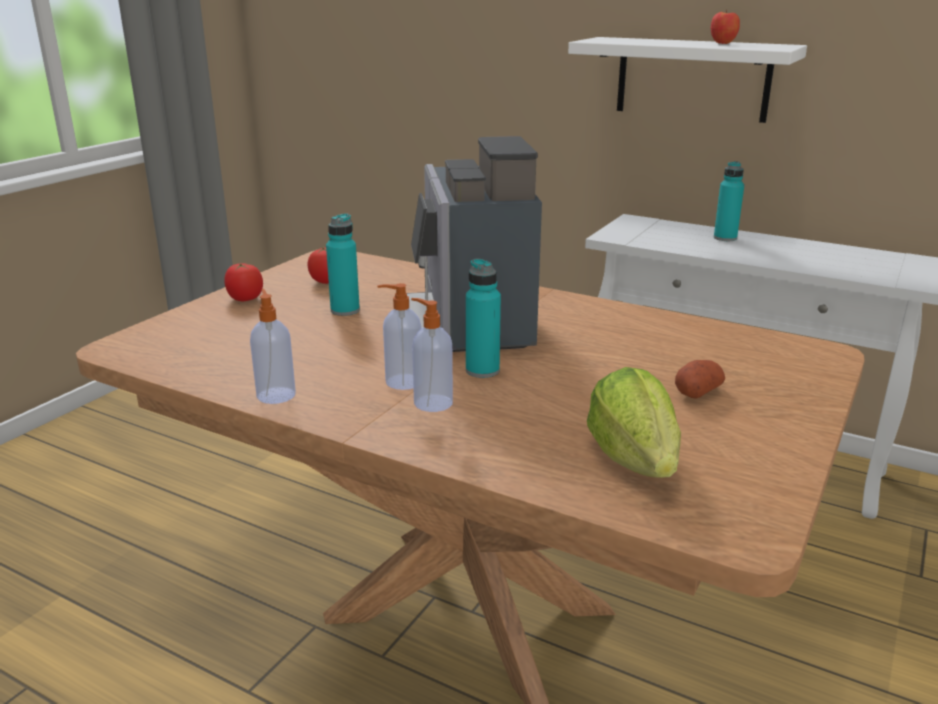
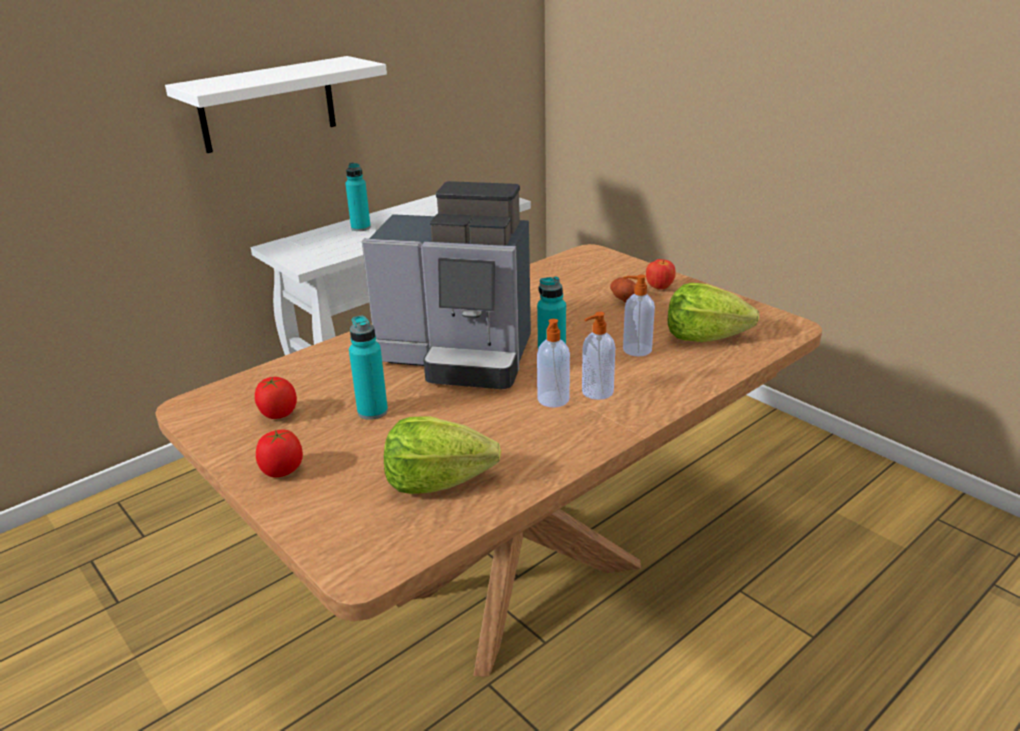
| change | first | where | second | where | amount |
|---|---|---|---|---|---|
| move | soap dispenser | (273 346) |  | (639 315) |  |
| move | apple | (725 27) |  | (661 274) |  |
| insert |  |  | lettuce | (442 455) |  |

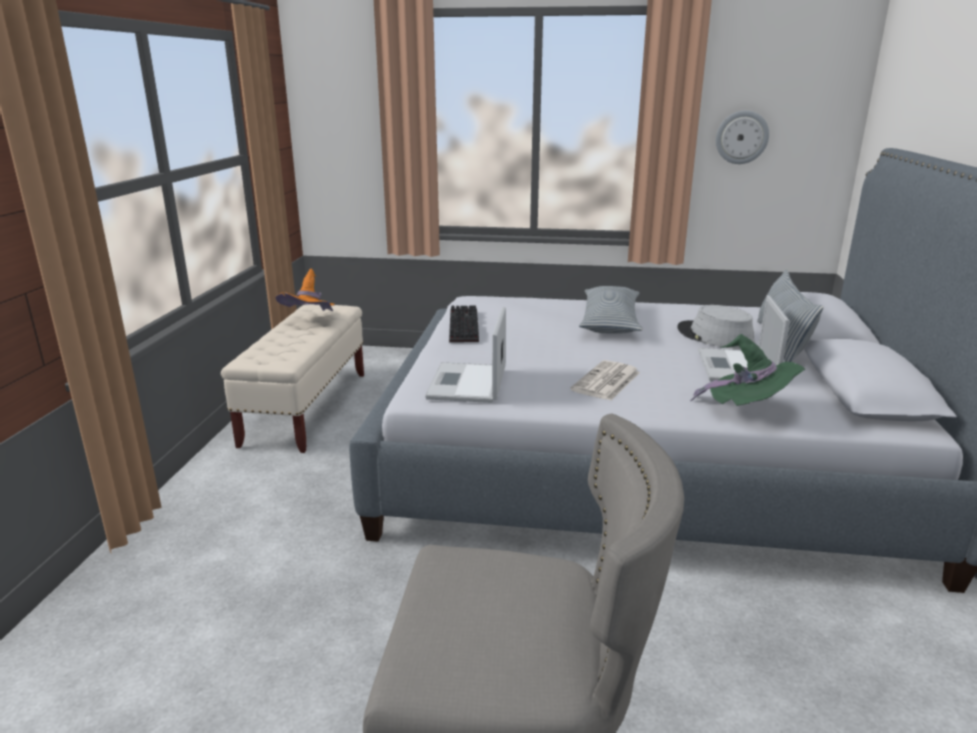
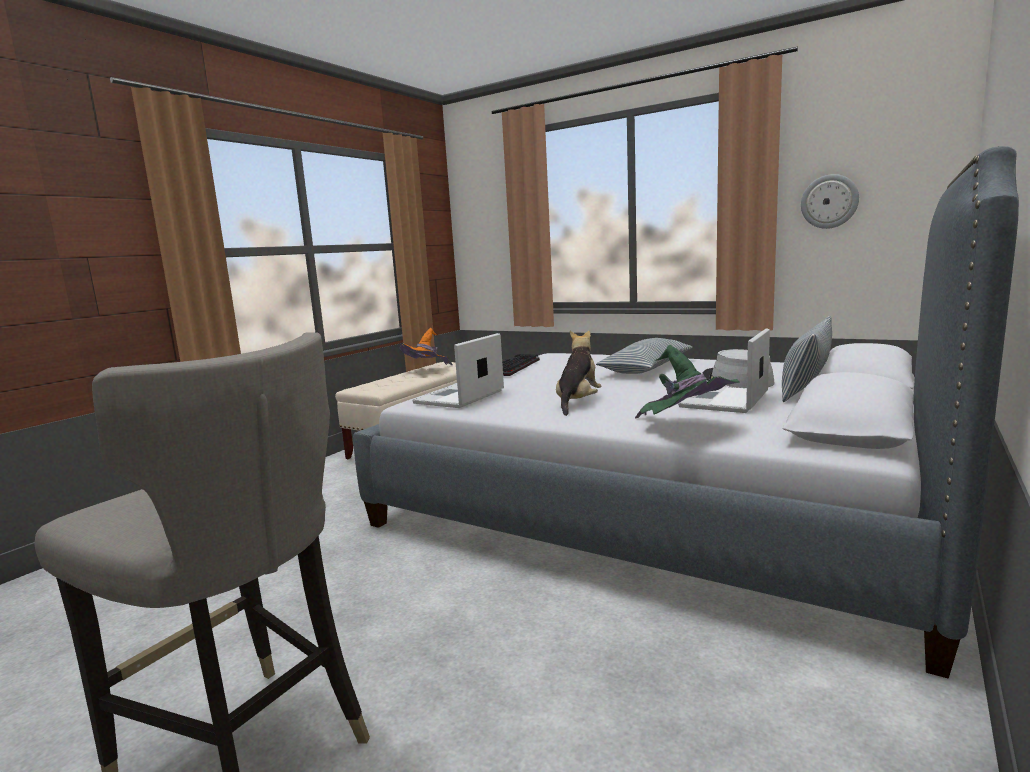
| change | first | where | second | where | amount |
|---|---|---|---|---|---|
| replace | newspaper | (605 380) | plush toy | (578 373) |  |

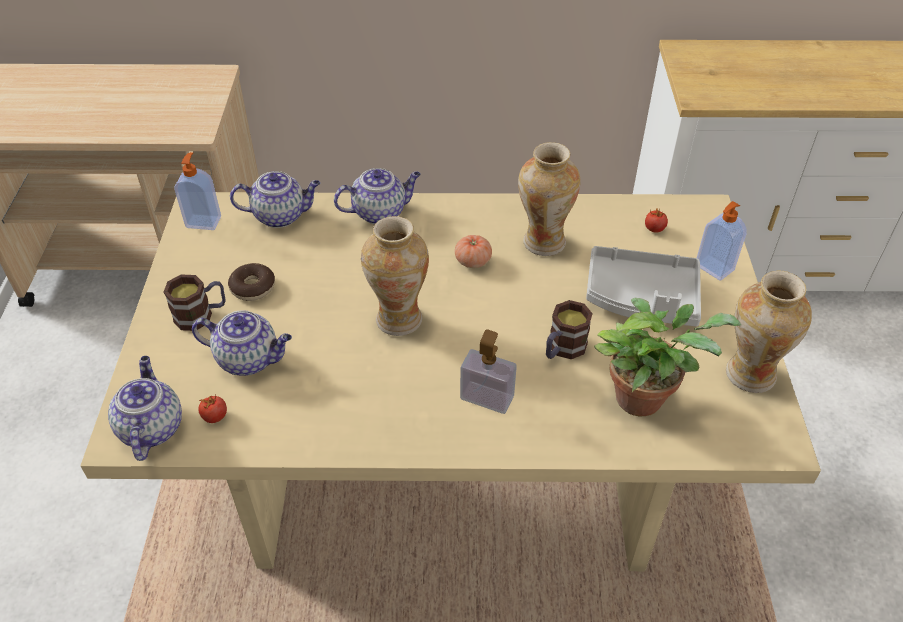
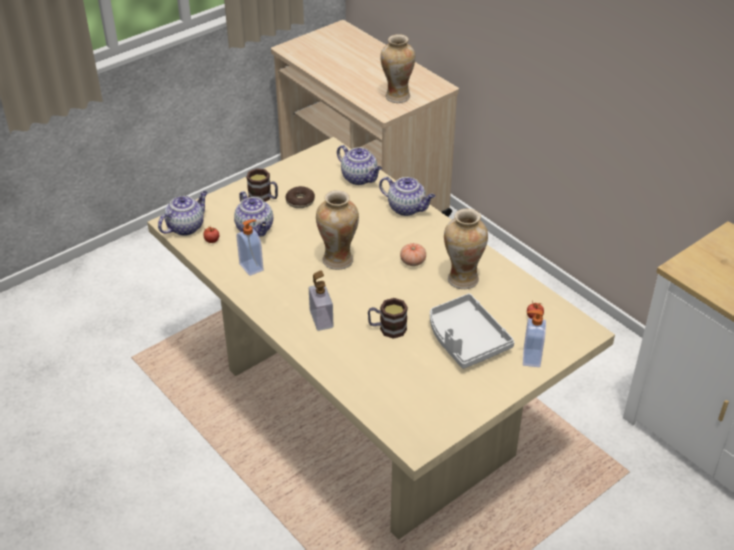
| change | first | where | second | where | amount |
|---|---|---|---|---|---|
| move | soap dispenser | (198 191) |  | (250 247) |  |
| delete | potted plant | (668 357) |  |  |  |
| move | vase | (769 331) |  | (397 68) |  |

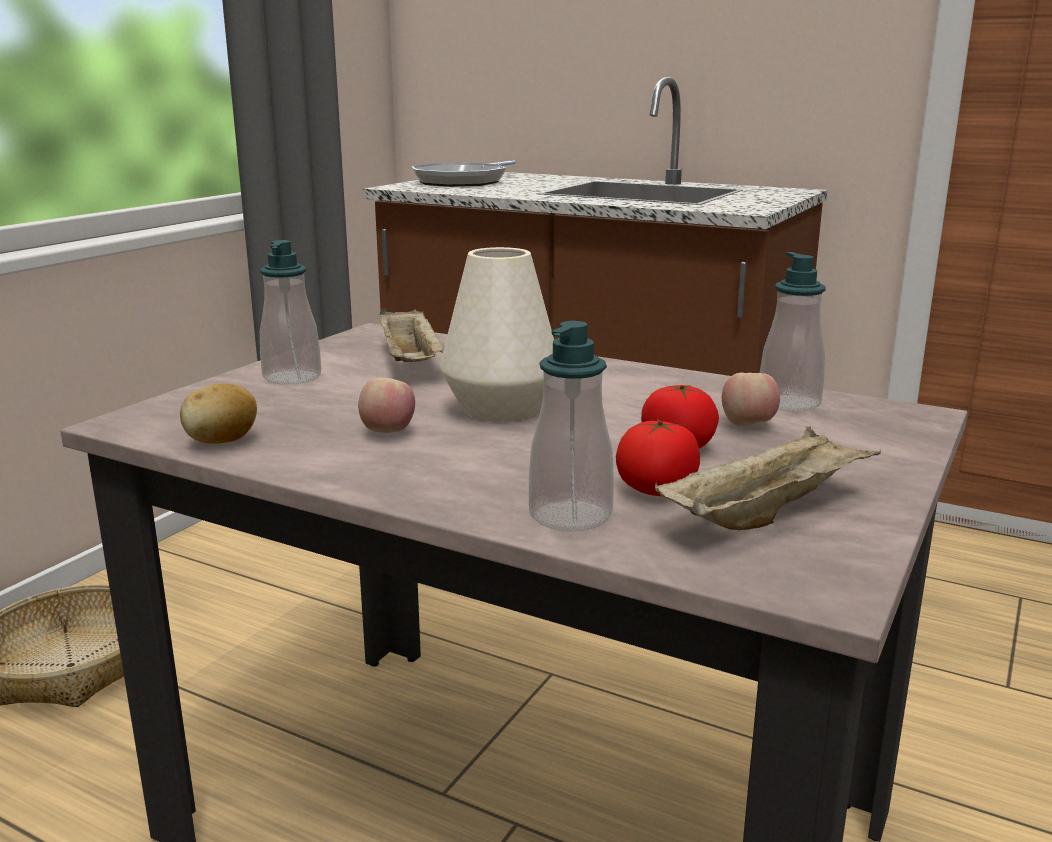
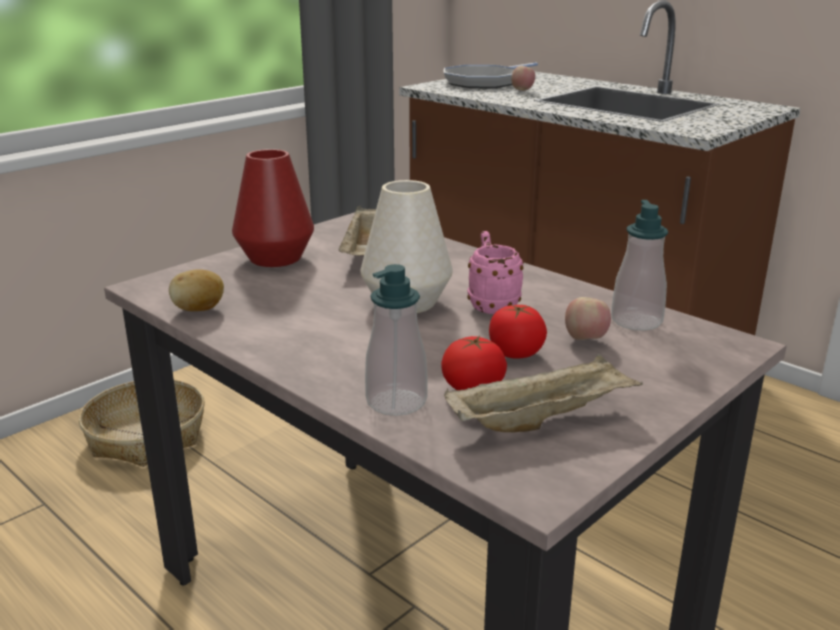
| change | first | where | second | where | amount |
|---|---|---|---|---|---|
| replace | soap dispenser | (290 312) | red vase | (273 208) |  |
| move | apple | (386 405) |  | (523 78) |  |
| insert |  |  | pink mug | (495 272) |  |

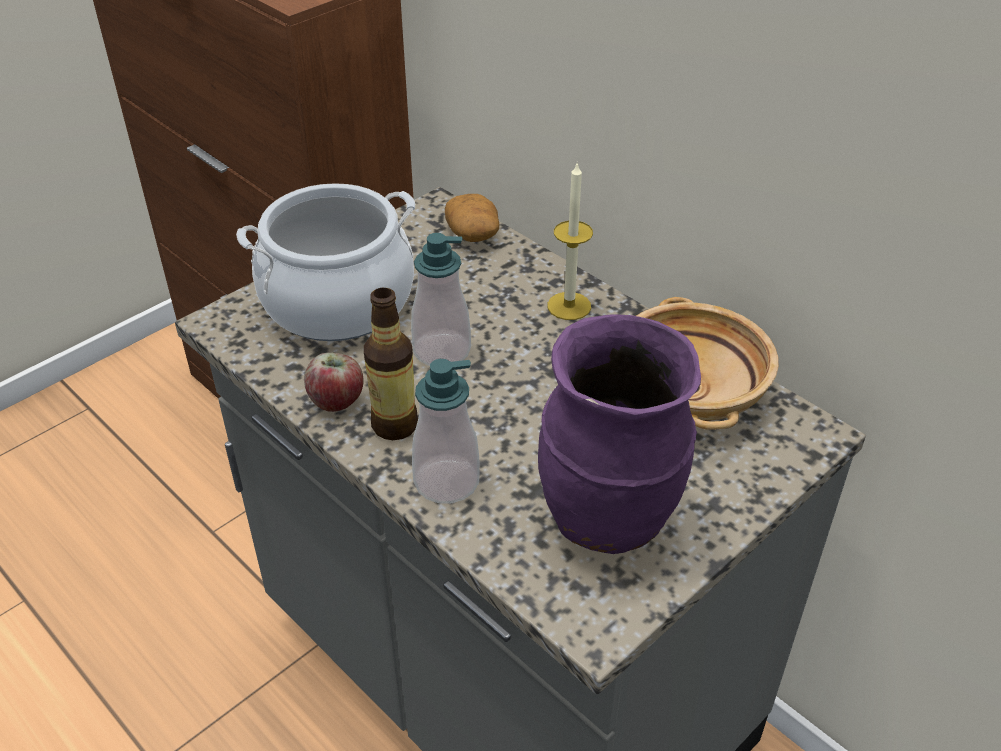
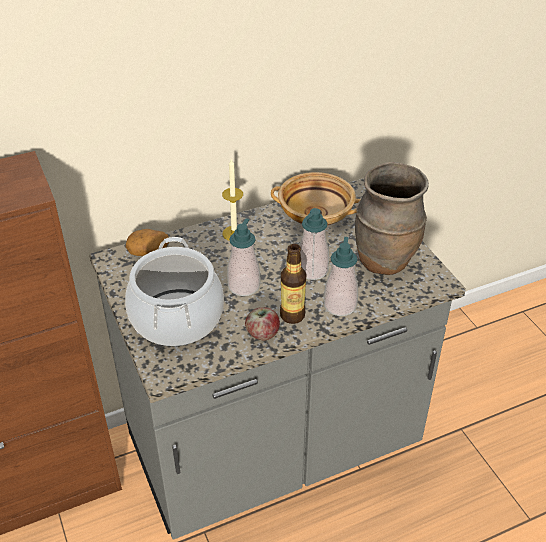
| change | first | where | second | where | amount |
|---|---|---|---|---|---|
| recolor | purple vase | (619 434) | brown vase | (392 218) |  |
| insert |  |  | soap dispenser | (314 244) |  |

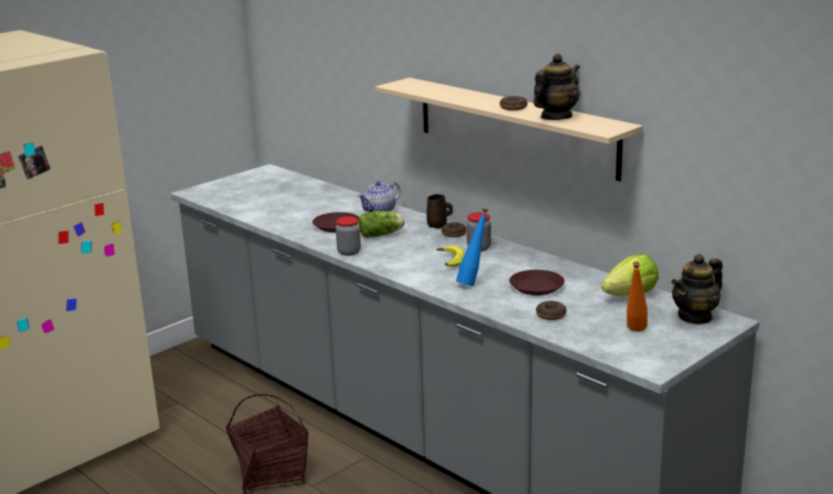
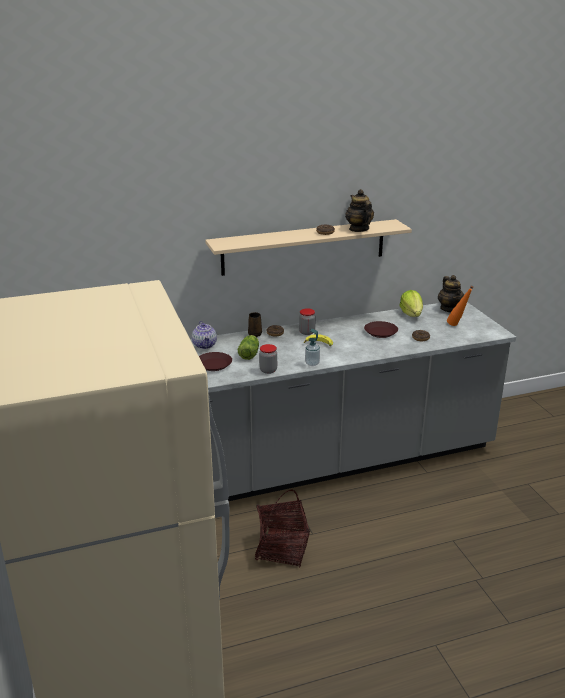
| change | first | where | second | where | amount |
|---|---|---|---|---|---|
| delete | blue bottle | (472 247) |  |  |  |
| insert |  |  | soap dispenser | (312 347) |  |

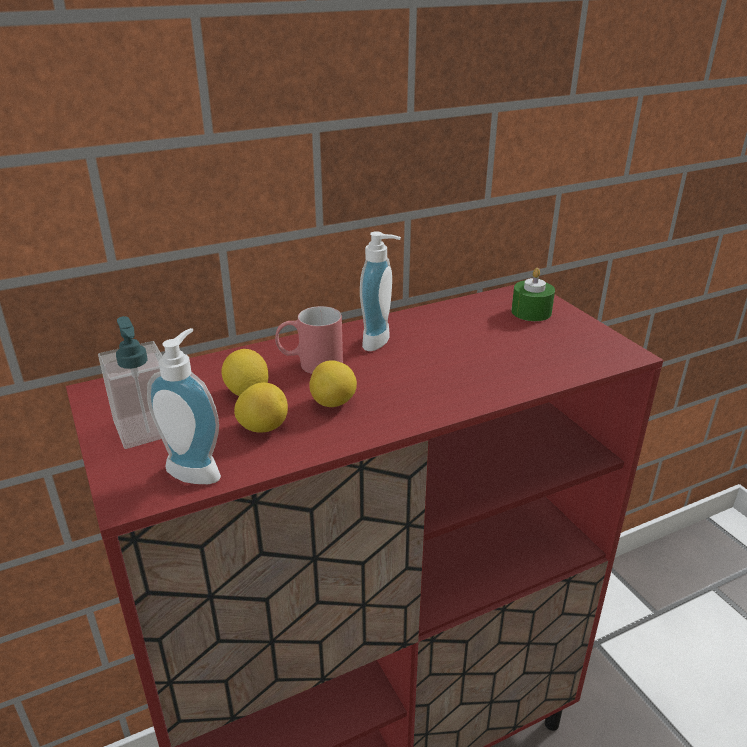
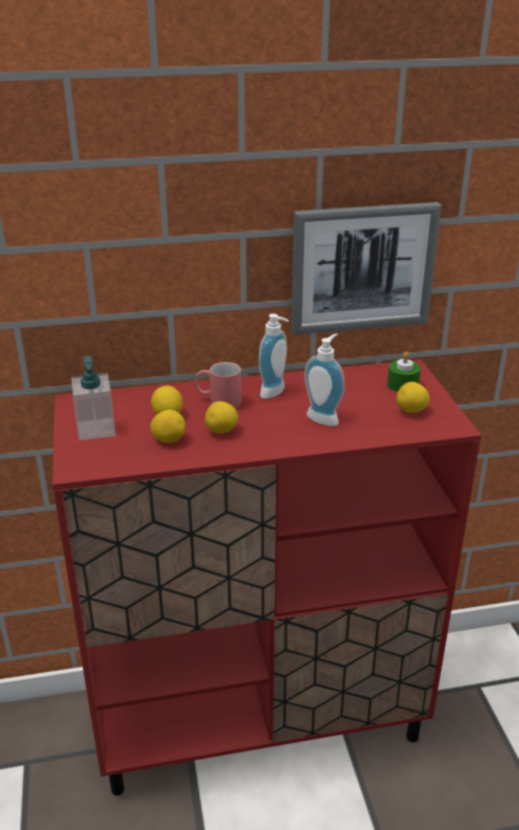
| change | first | where | second | where | amount |
|---|---|---|---|---|---|
| move | soap dispenser | (184 406) |  | (324 379) |  |
| insert |  |  | picture | (366 268) |  |
| insert |  |  | lemon | (413 397) |  |

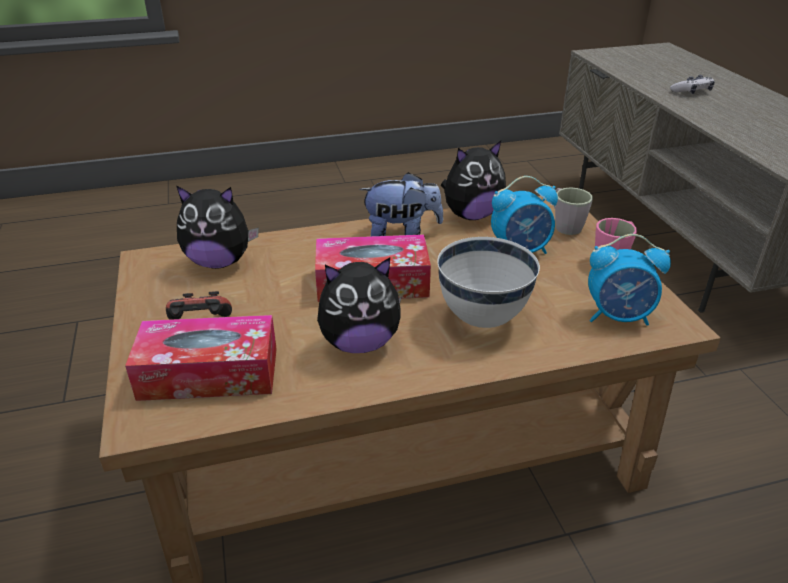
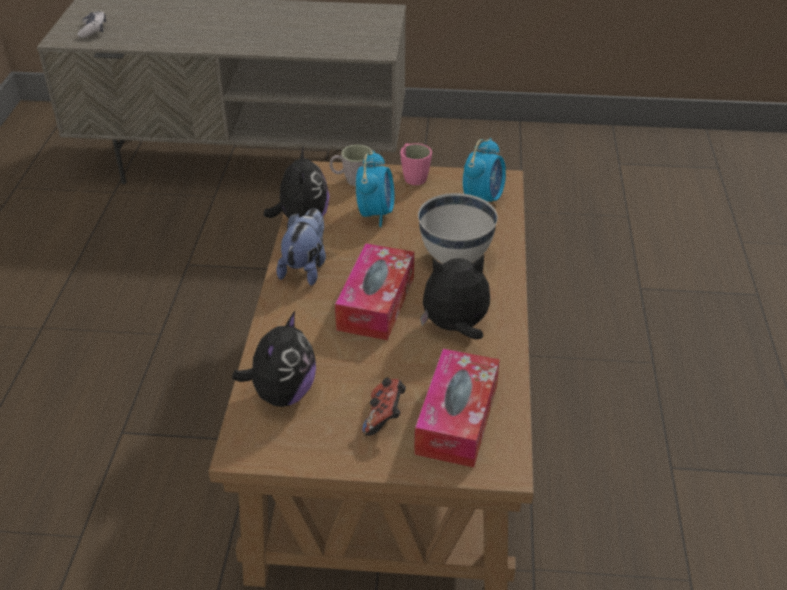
| change | first | where | second | where | amount |
|---|---|---|---|---|---|
| rotate | plush toy | (359 305) |  | (455 297) | 105 degrees counterclockwise |
| move | game controller | (692 84) |  | (92 24) |  |

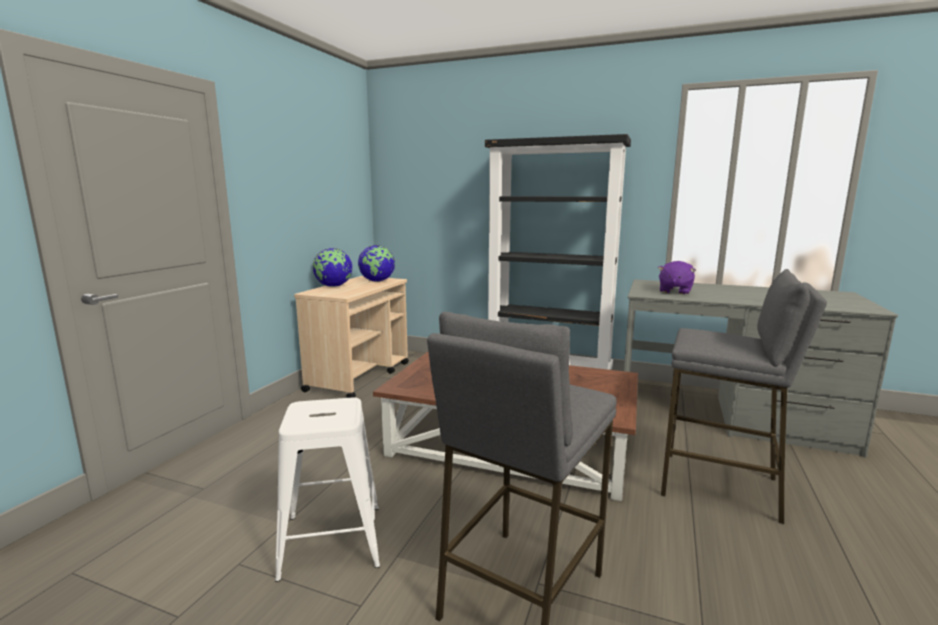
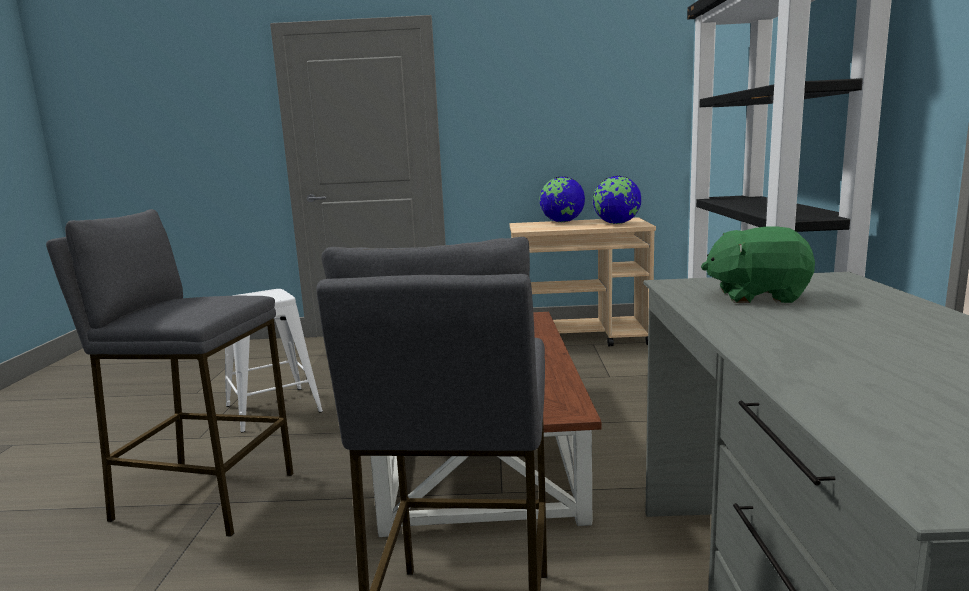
| change | first | where | second | where | amount |
|---|---|---|---|---|---|
| recolor | purple plush toy | (677 278) | green plush toy | (758 264) |  |

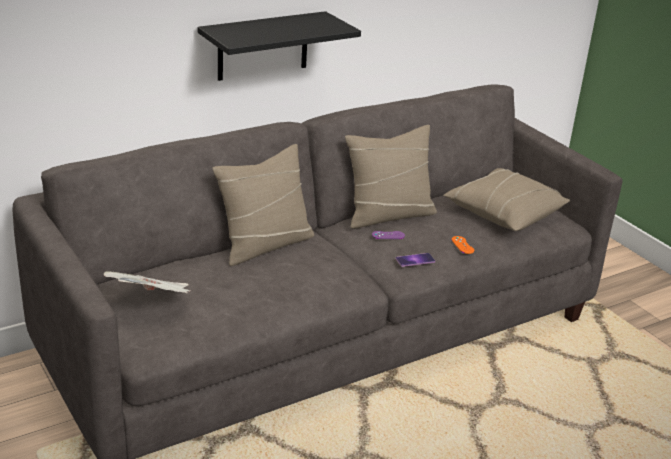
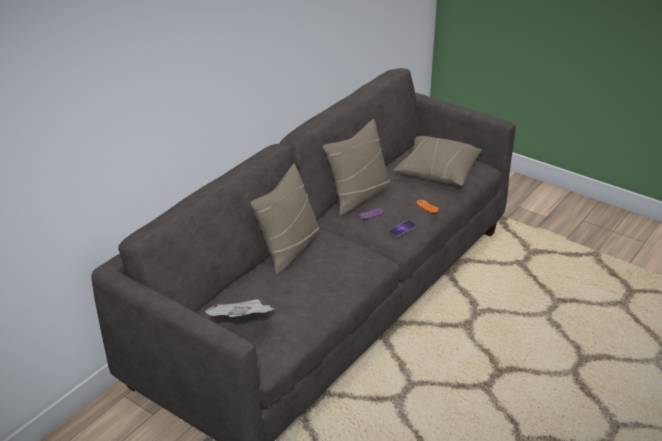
| change | first | where | second | where | amount |
|---|---|---|---|---|---|
| delete | black shelf | (279 46) |  |  |  |

